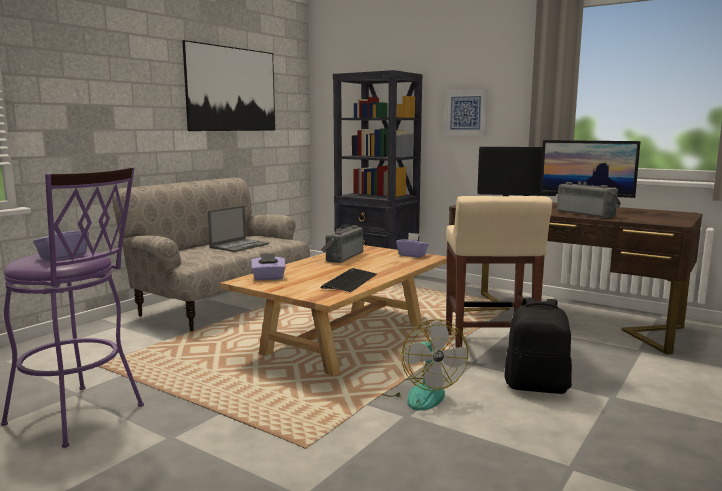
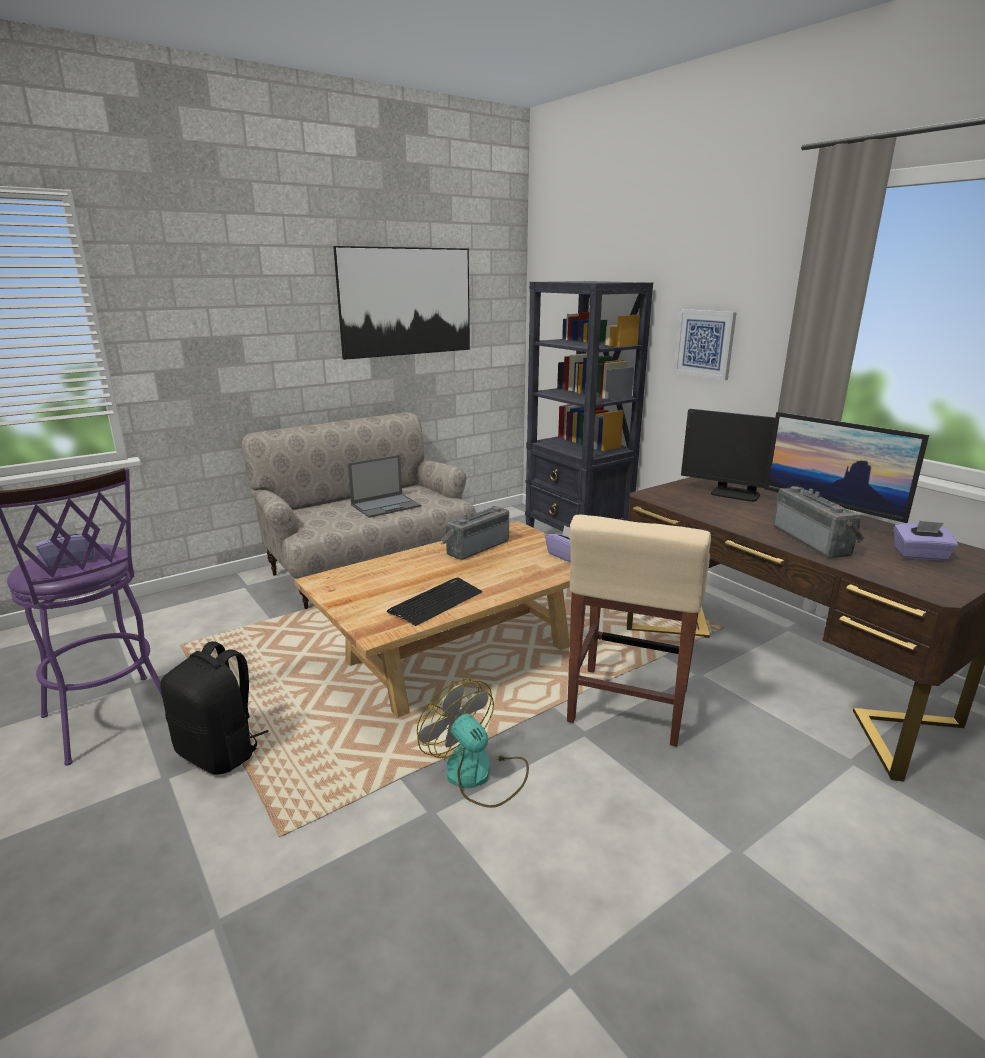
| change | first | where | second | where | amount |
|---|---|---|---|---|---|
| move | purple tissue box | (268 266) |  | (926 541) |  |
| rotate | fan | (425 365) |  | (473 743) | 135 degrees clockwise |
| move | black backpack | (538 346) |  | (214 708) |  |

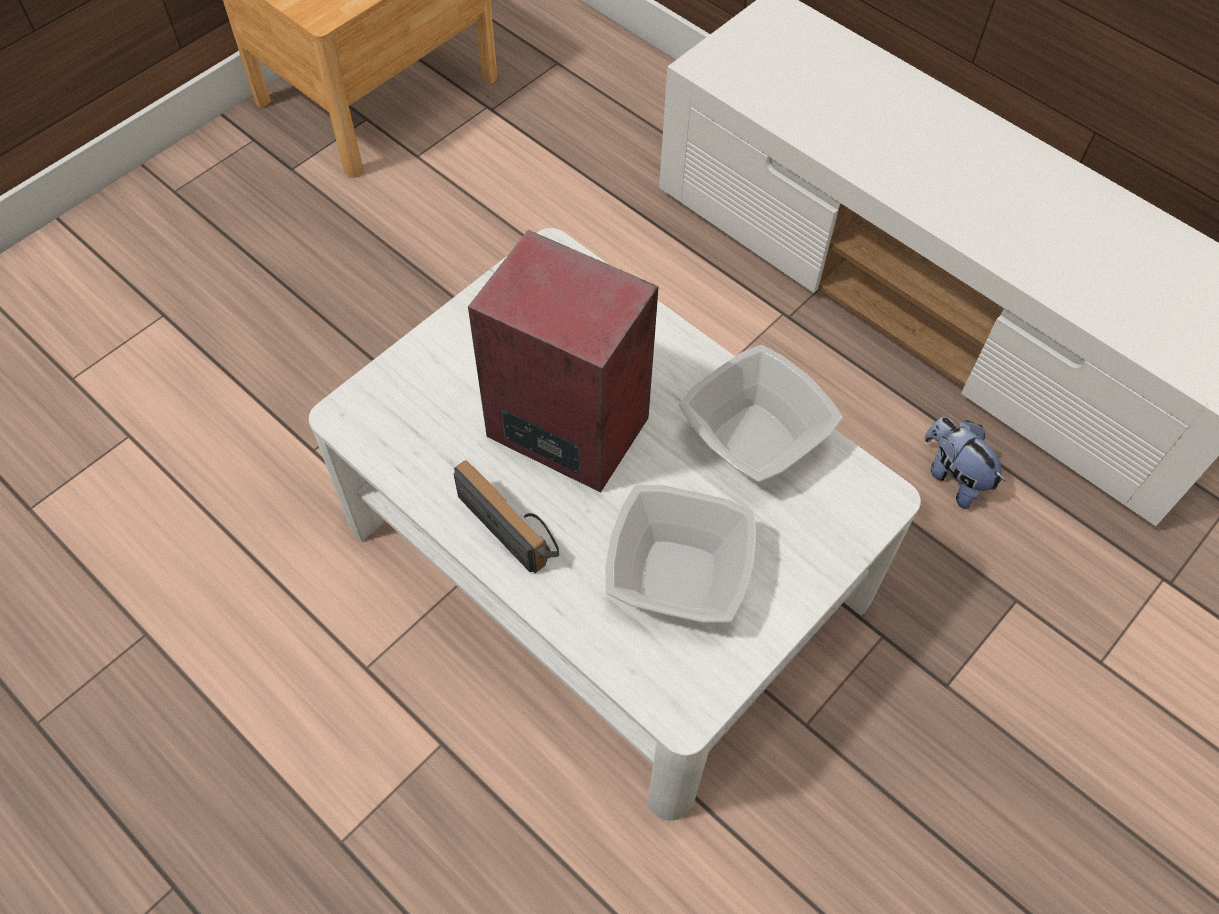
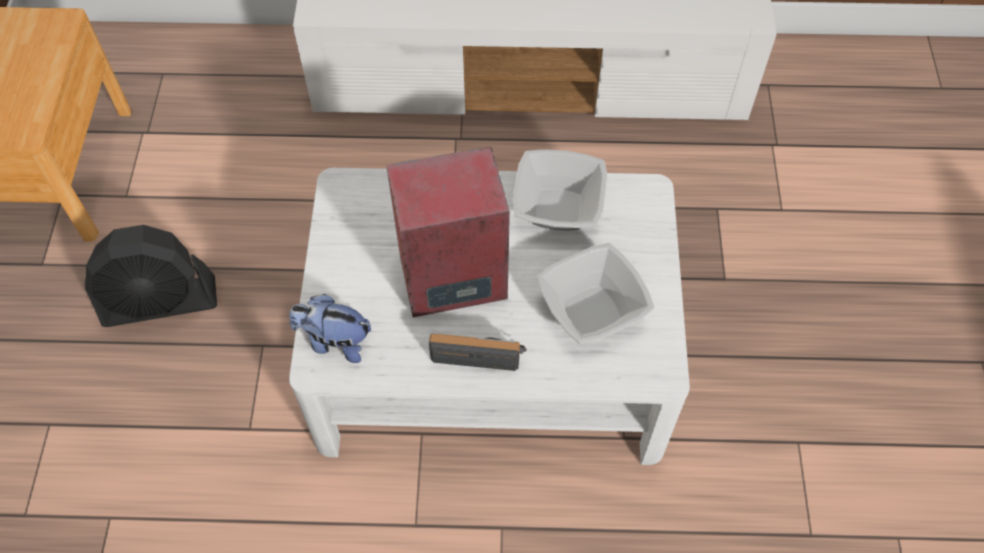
| change | first | where | second | where | amount |
|---|---|---|---|---|---|
| move | plush toy | (964 463) |  | (330 328) |  |
| insert |  |  | black fan | (151 276) |  |

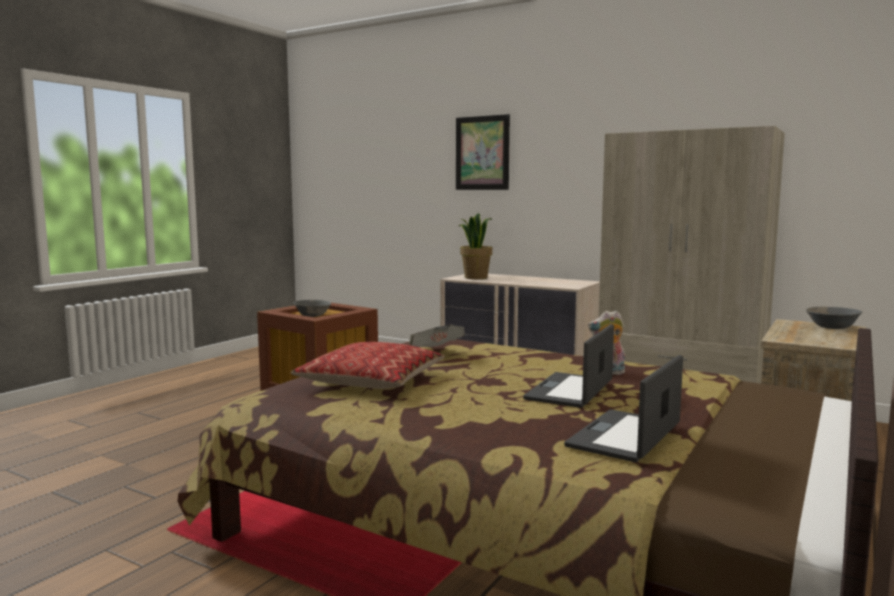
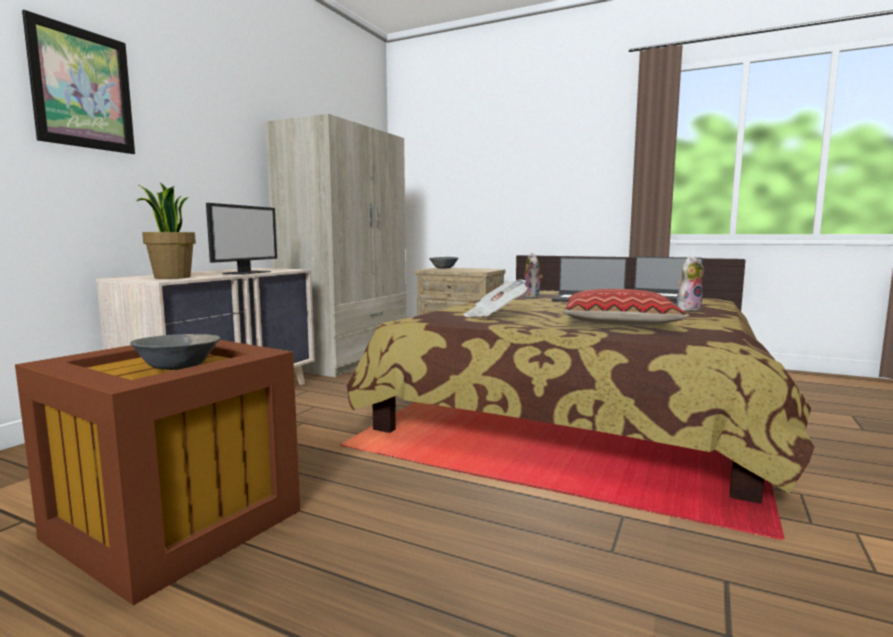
| change | first | where | second | where | amount |
|---|---|---|---|---|---|
| insert |  |  | monitor | (241 239) |  |
| insert |  |  | plush toy | (690 283) |  |

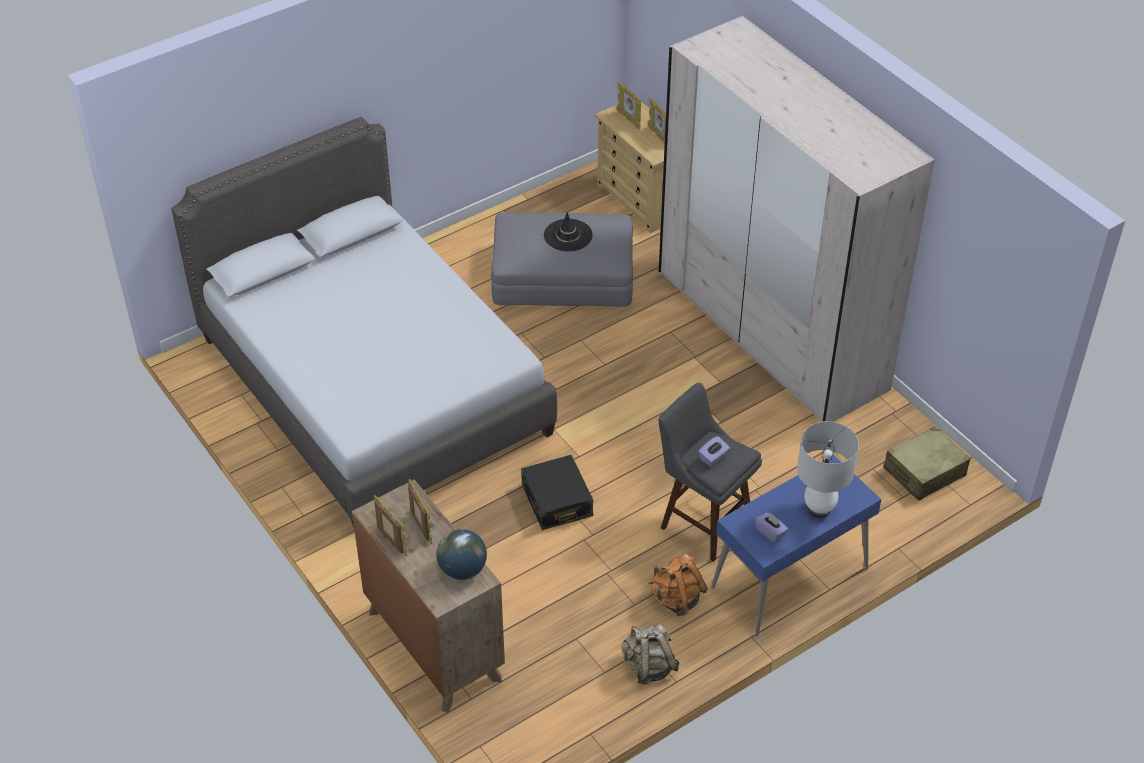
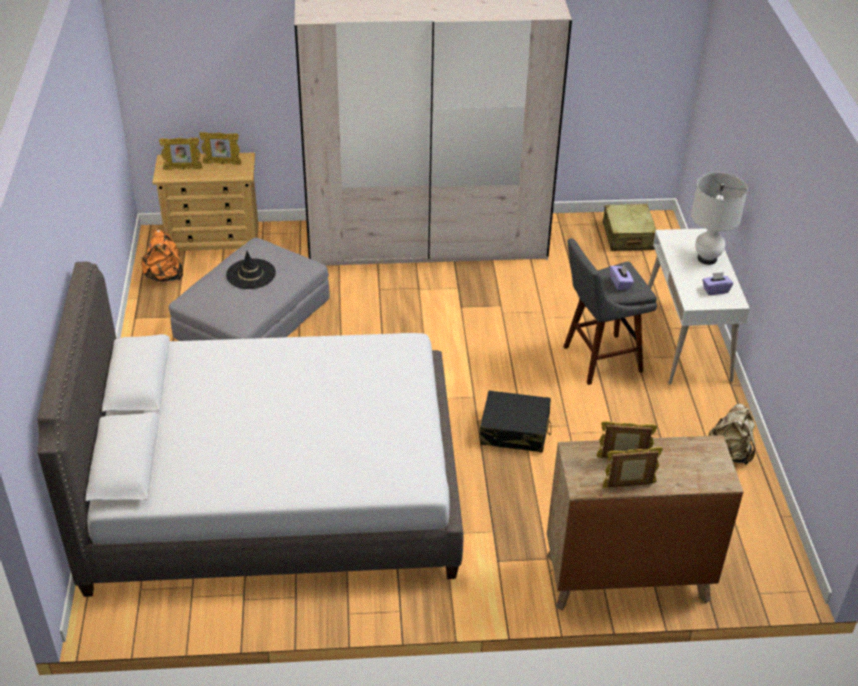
| change | first | where | second | where | amount |
|---|---|---|---|---|---|
| delete | globe | (461 554) |  |  |  |
| move | orange backpack | (678 585) |  | (162 256) |  |
| recolor | blue desk | (796 545) | white desk | (699 306) |  |

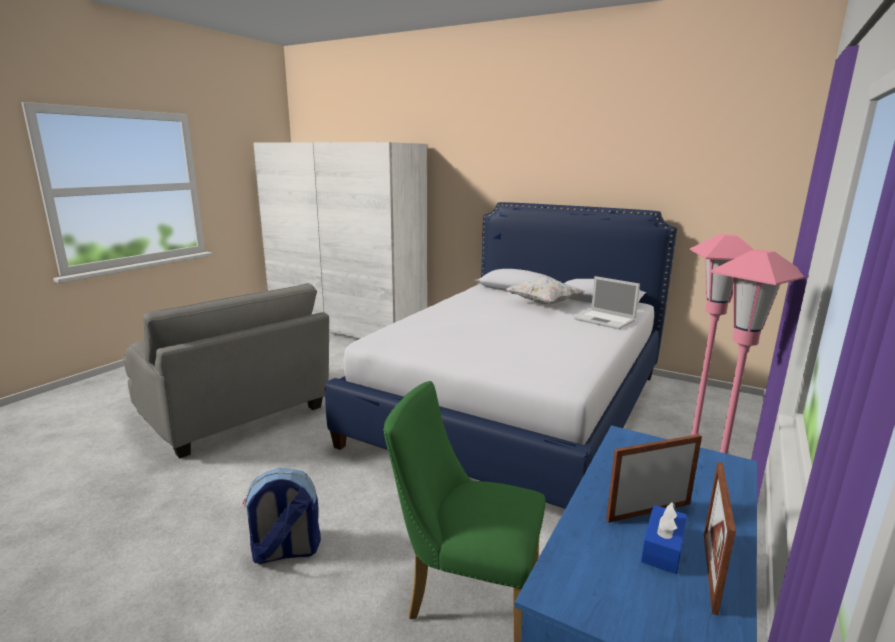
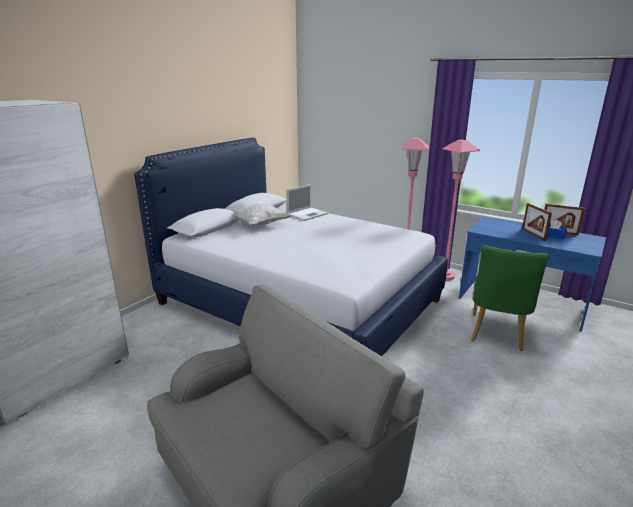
| change | first | where | second | where | amount |
|---|---|---|---|---|---|
| delete | backpack | (281 516) |  |  |  |

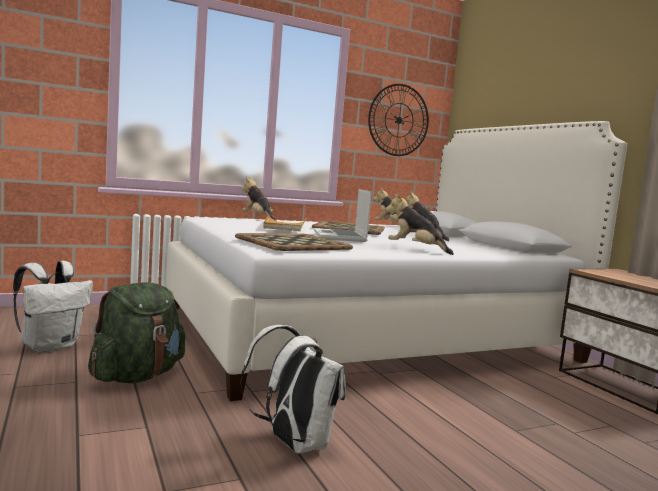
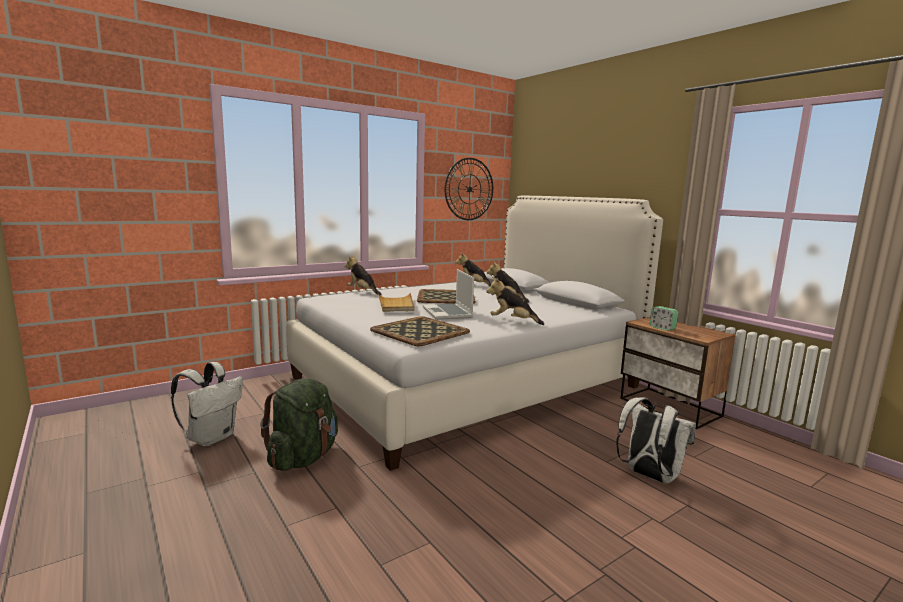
| change | first | where | second | where | amount |
|---|---|---|---|---|---|
| move | white backpack | (293 389) |  | (656 440) |  |
| insert |  |  | alarm clock | (664 318) |  |

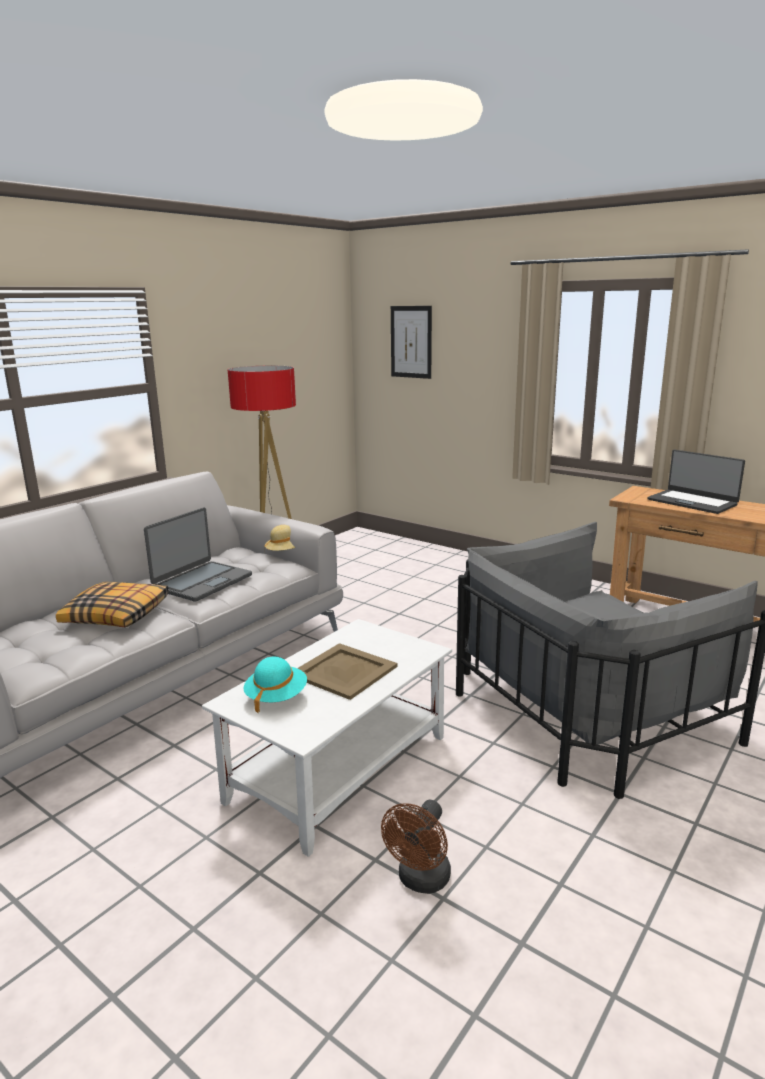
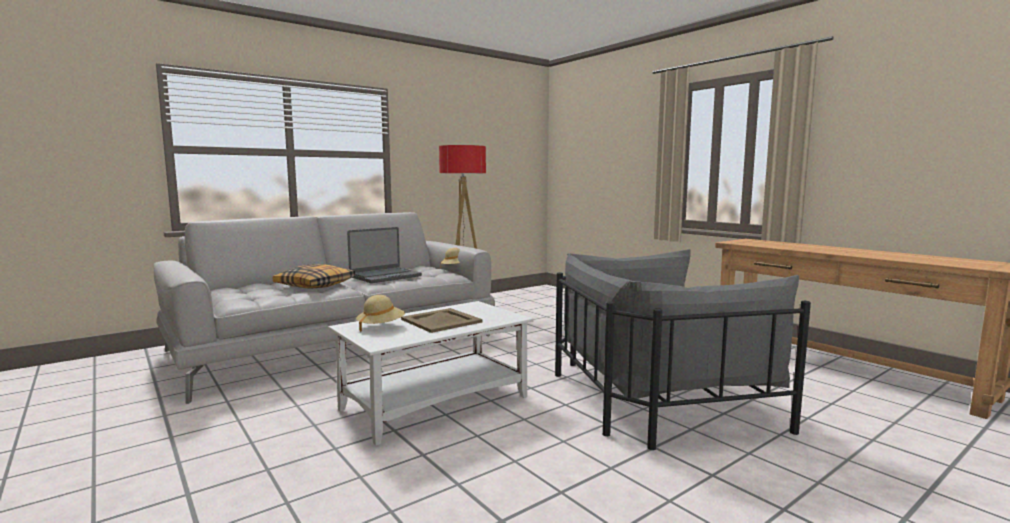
| change | first | where | second | where | amount |
|---|---|---|---|---|---|
| recolor | turquoise hat | (275 684) | beige hat | (380 313) |  |
| delete | brown fan | (416 847) |  |  |  |
| delete | picture | (411 342) |  |  |  |
| delete | laptop | (696 482) |  |  |  |

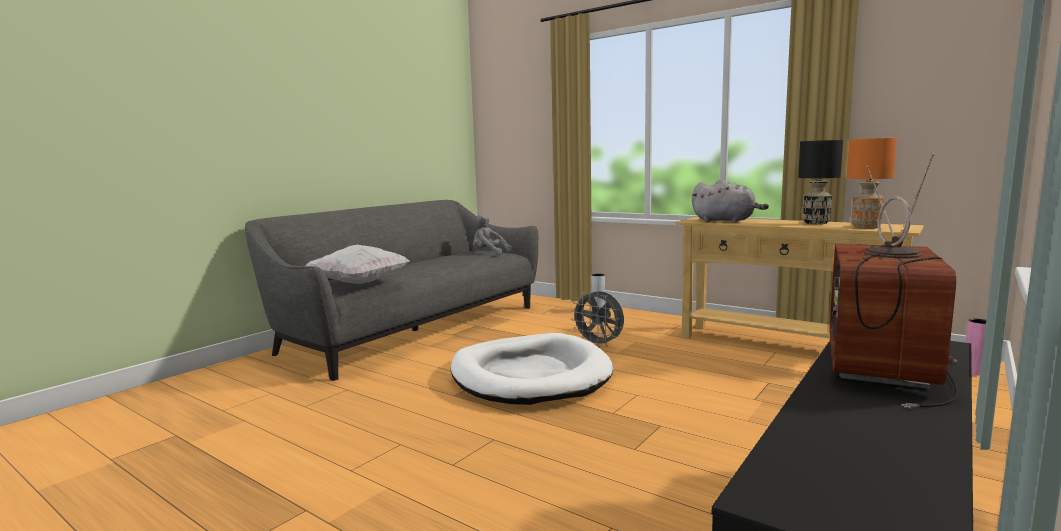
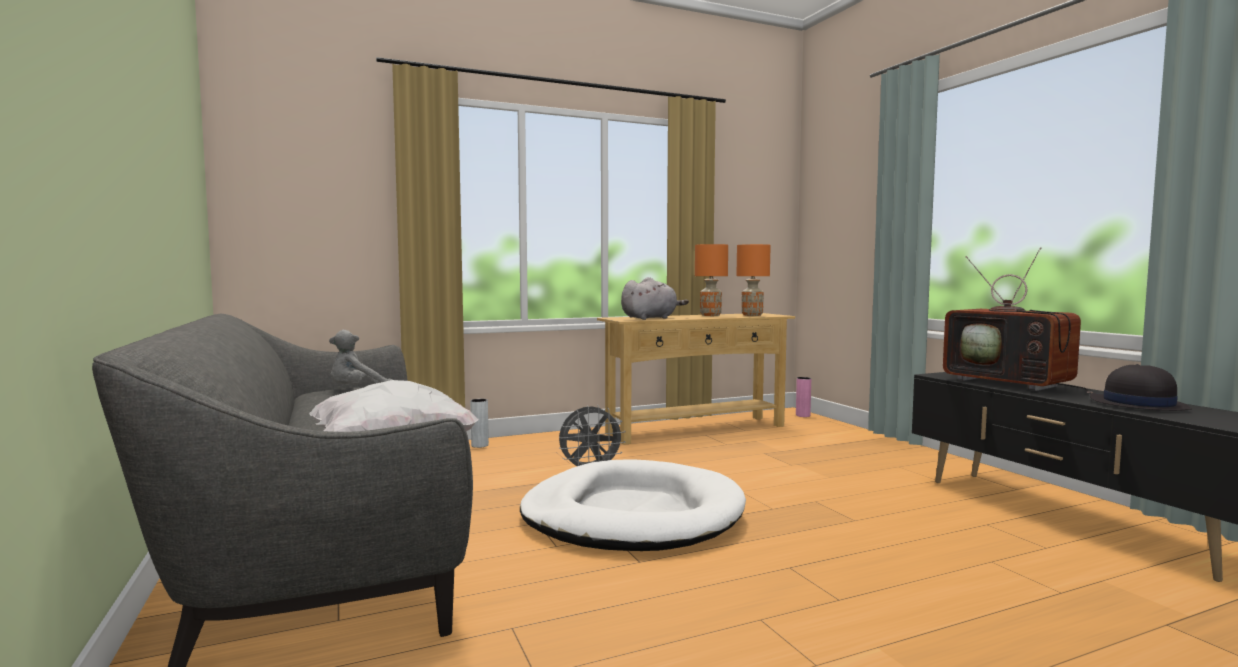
| change | first | where | second | where | amount |
|---|---|---|---|---|---|
| recolor | black table lamp | (820 182) | orange table lamp | (711 280) |  |
| insert |  |  | black hat | (1140 387) |  |

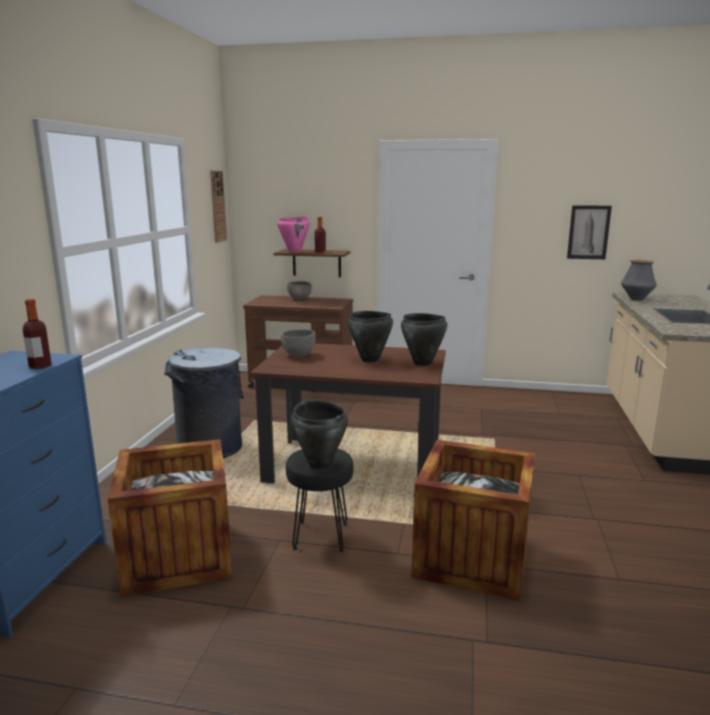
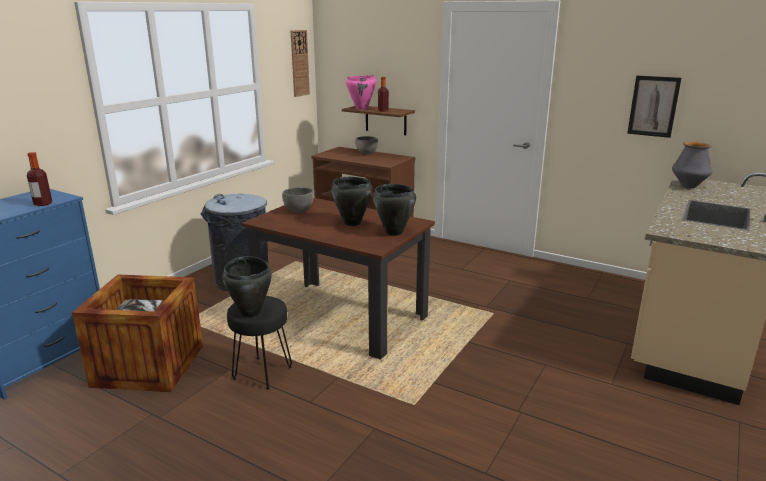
| change | first | where | second | where | amount |
|---|---|---|---|---|---|
| delete | crate | (473 520) |  |  |  |

